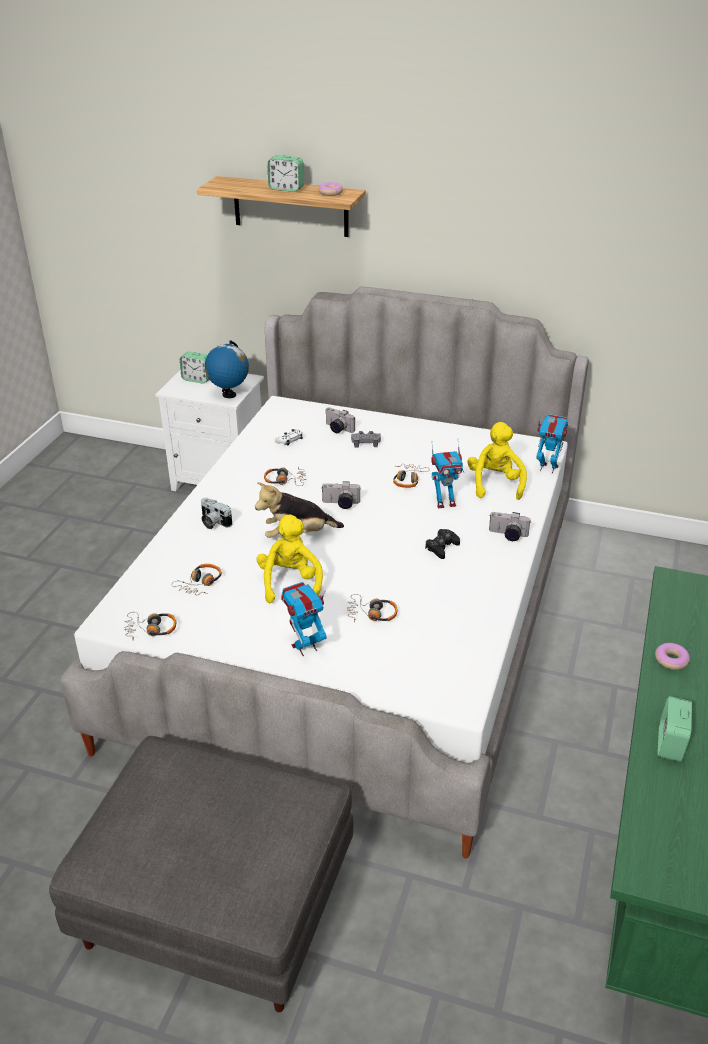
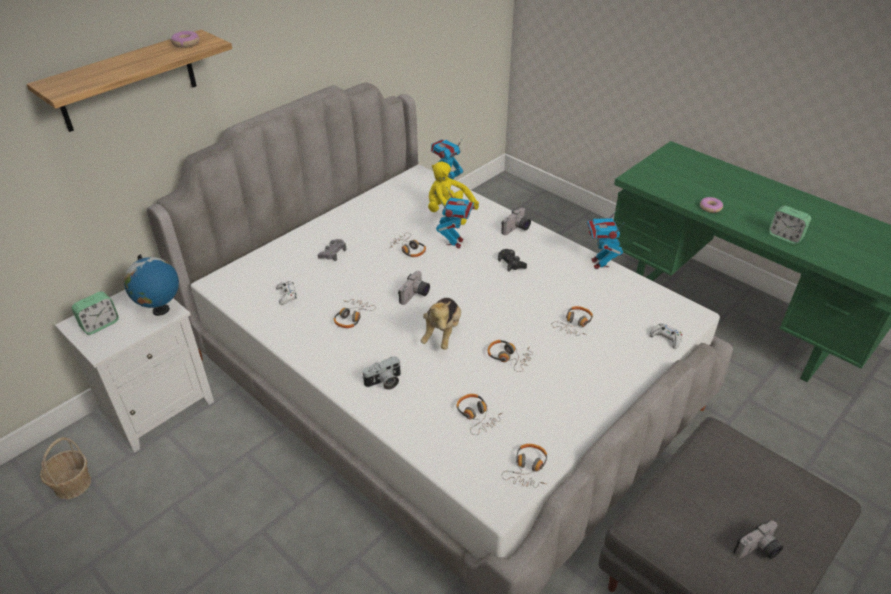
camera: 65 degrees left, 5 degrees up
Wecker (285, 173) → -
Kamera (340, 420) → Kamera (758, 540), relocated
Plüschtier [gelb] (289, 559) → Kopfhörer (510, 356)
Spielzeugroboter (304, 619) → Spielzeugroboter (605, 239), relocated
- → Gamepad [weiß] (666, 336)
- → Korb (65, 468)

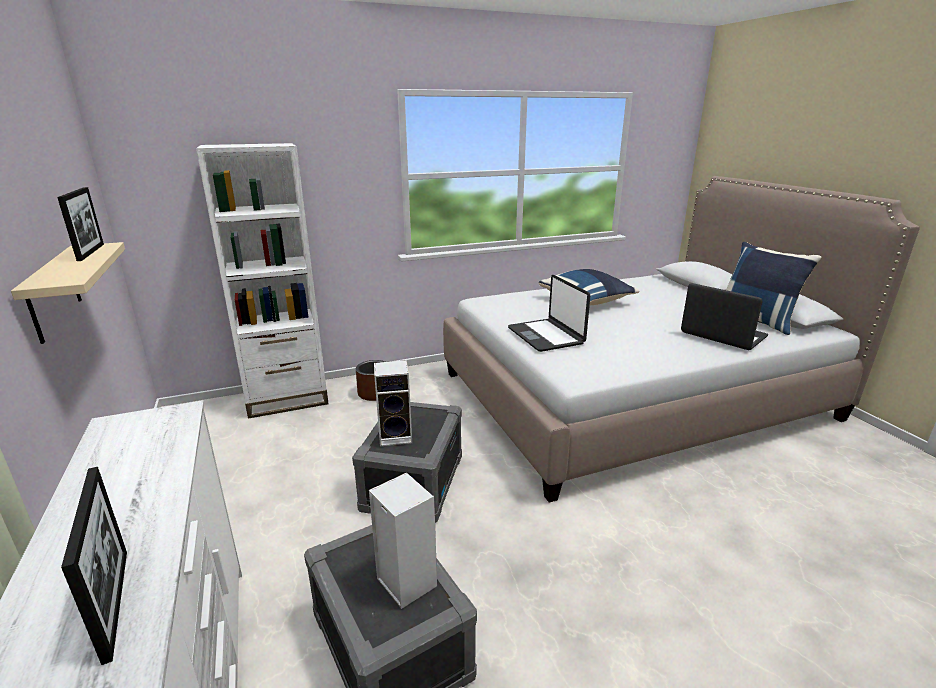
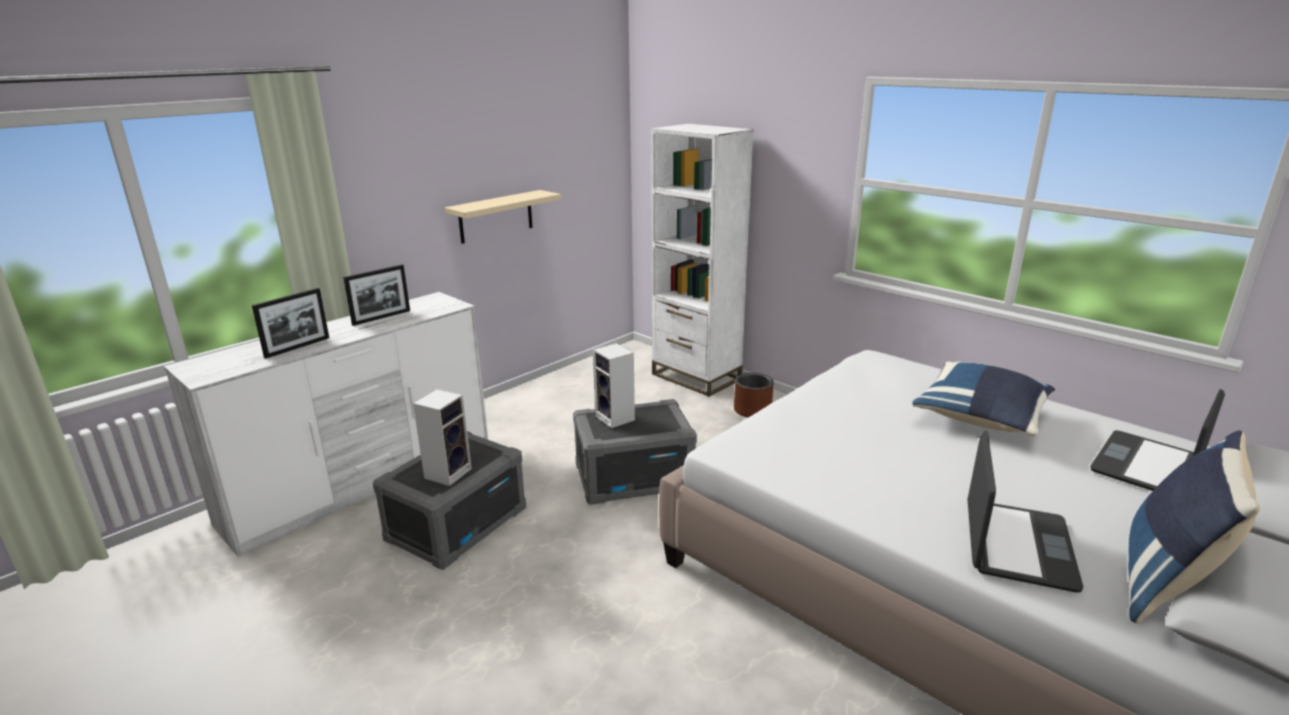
camera: 65 degrees right, 0 degrees up
Bilderrahmen (80, 224) → Bilderrahmen (376, 295), relocated
Laptop (549, 313) → Laptop (1157, 440), relocated

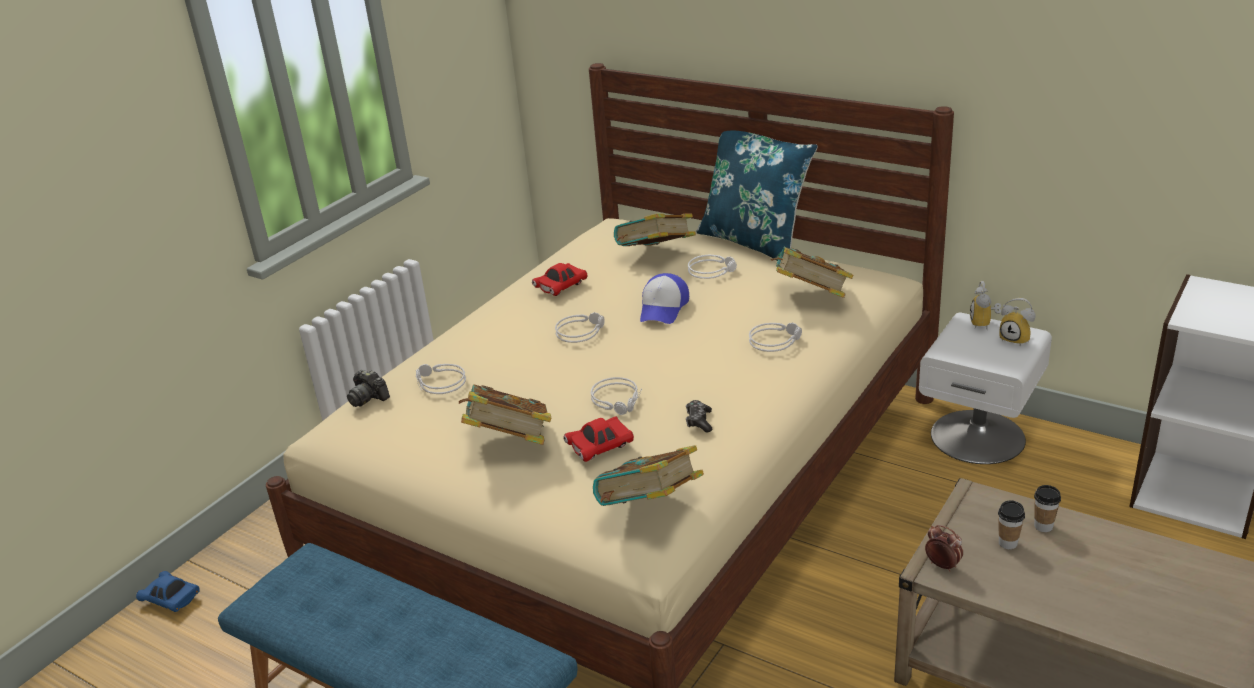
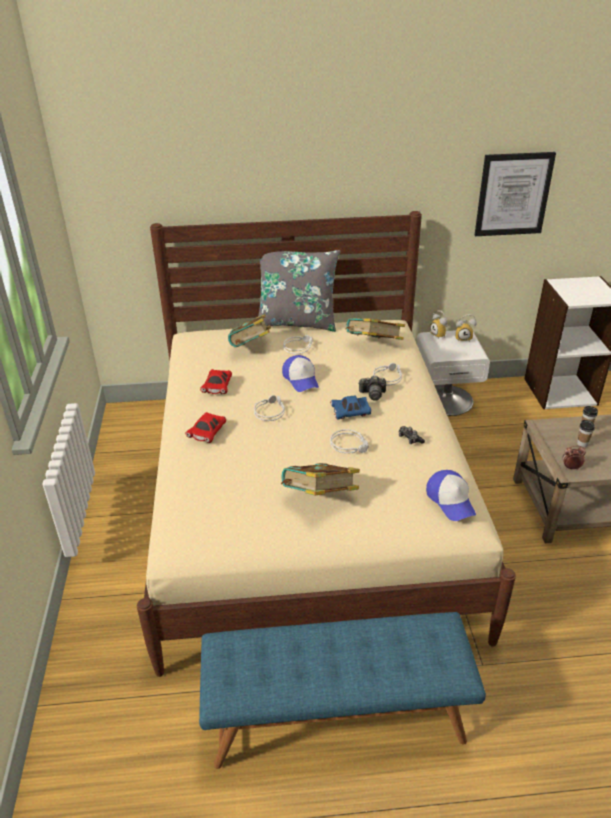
camera: 40 degrees left, 5 degrees up
Kissen [blau] (757, 196) → Kissen [grau] (299, 291)
Kopfhörer [grau] (441, 379) → -
Kamera (368, 388) → Kamera (372, 388), relocated
Spielzeugauto [rot] (598, 439) → Spielzeugauto [rot] (205, 427), relocated
Buch (648, 475) → Kappe (451, 495)
Spielzeugauto [blau] (168, 591) → Spielzeugauto [blau] (350, 407), relocated
- → Bild (515, 194)

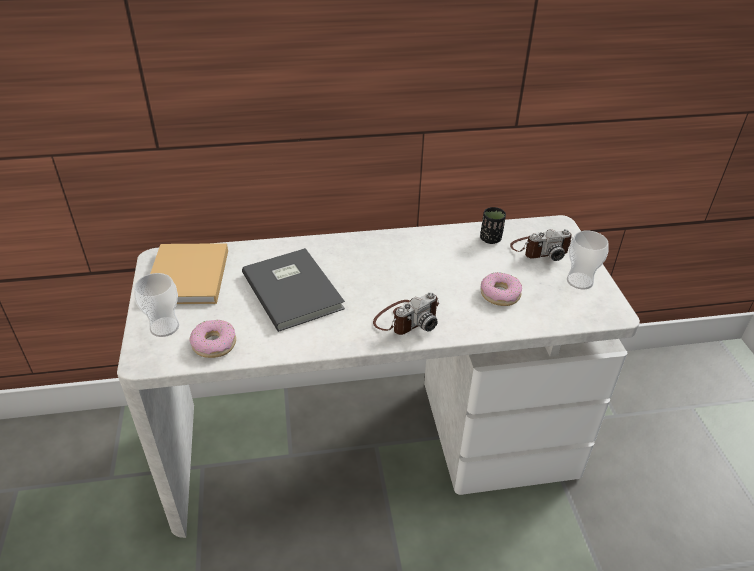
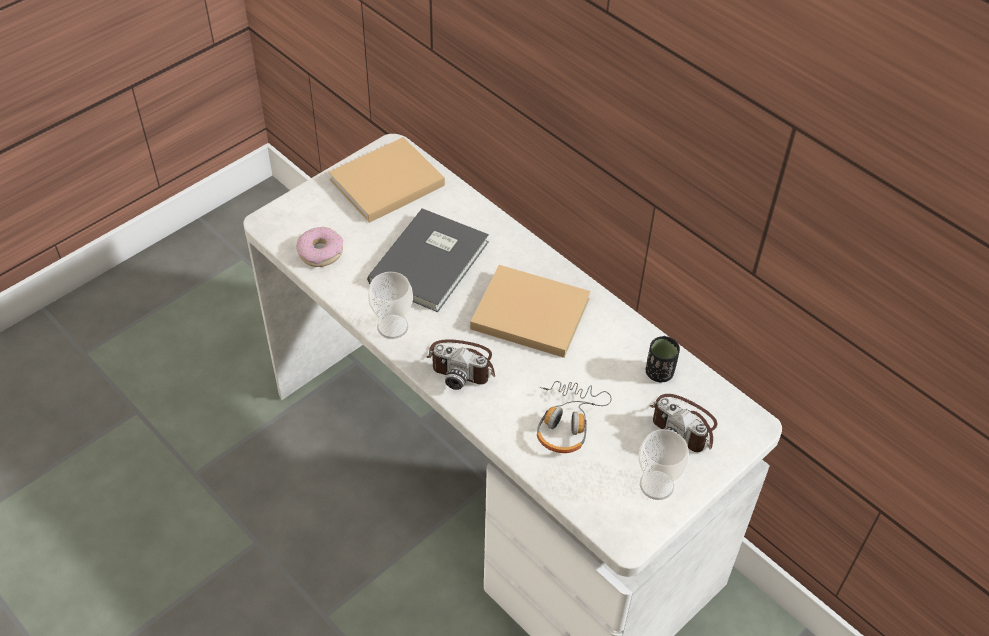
camera: 55 degrees right, 10 degrees up
Donut (501, 289) → Kopfhörer (574, 417)
Tasse (156, 305) → Tasse (390, 305), relocated
- → Buch [beige] (530, 311)

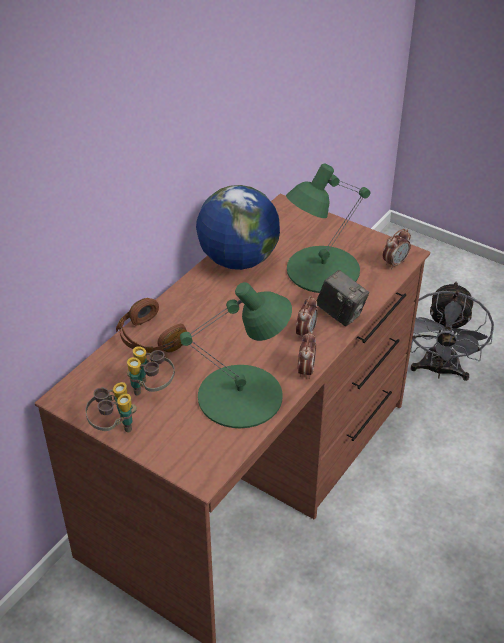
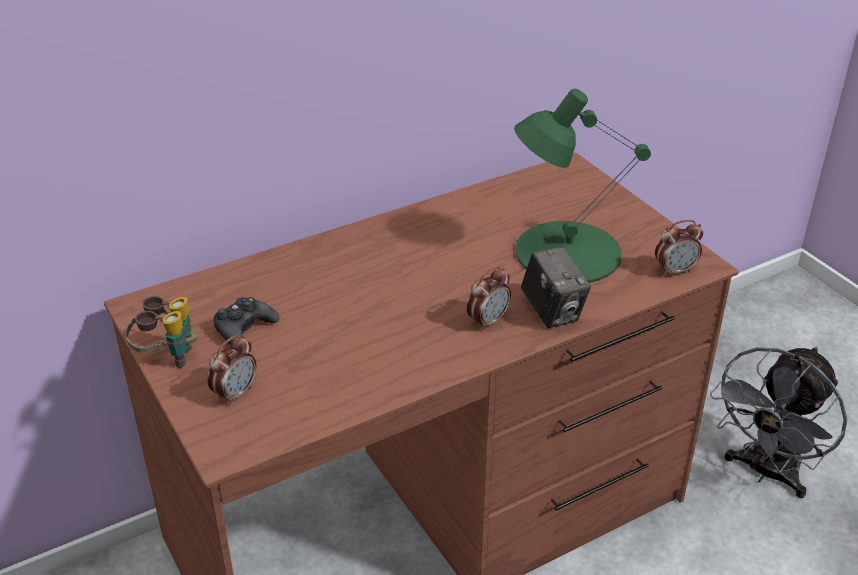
camera: 25 degrees right, 5 degrees down
Globus (238, 227) → -
Tischlampe [grün] (236, 355) → -
Kopfhörer [braun] (151, 325) → -
Wecker (307, 355) → Wecker (231, 370), relocated
Fernglas (151, 371) → Gamepad [schwarz] (246, 320)

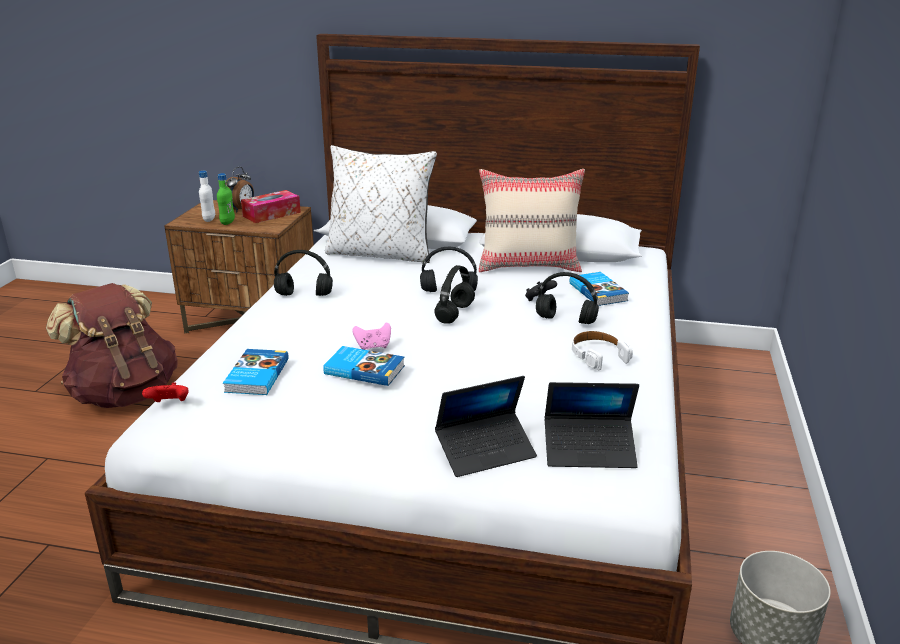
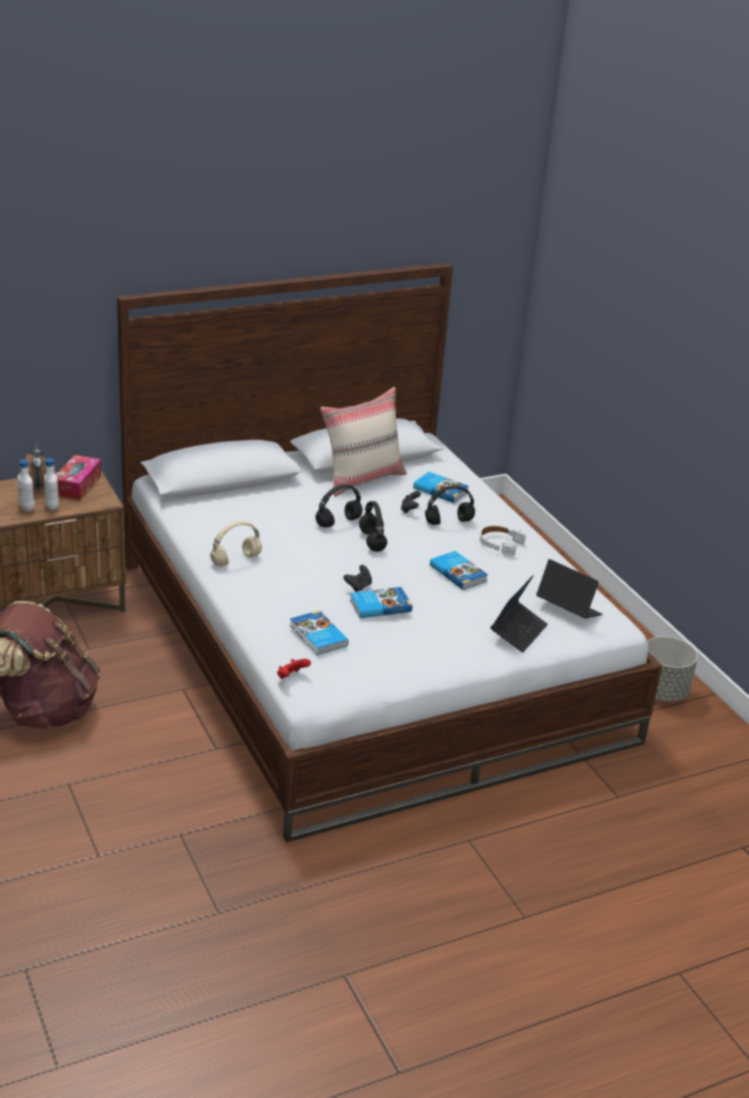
camera: 40 degrees left, 5 degrees up
Kissen [weiß] (381, 204) → -
Flasche [grün] (226, 199) → Flasche [weiß] (51, 484)
Kopfhörer [schwarz] (303, 273) → Kopfhörer [beige] (236, 543)
Gamepad [rosa] (371, 336) → Gamepad [schwarz] (358, 578)
Laptop (592, 425) → Laptop (569, 589), 105 degrees counterclockwise
- → Buch (459, 570)

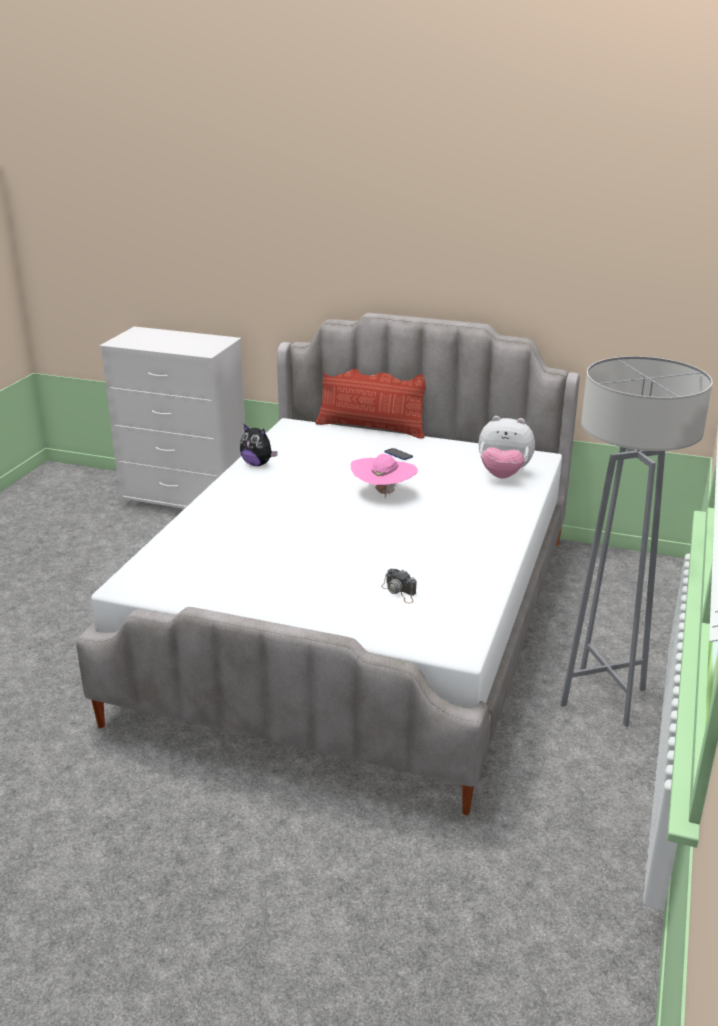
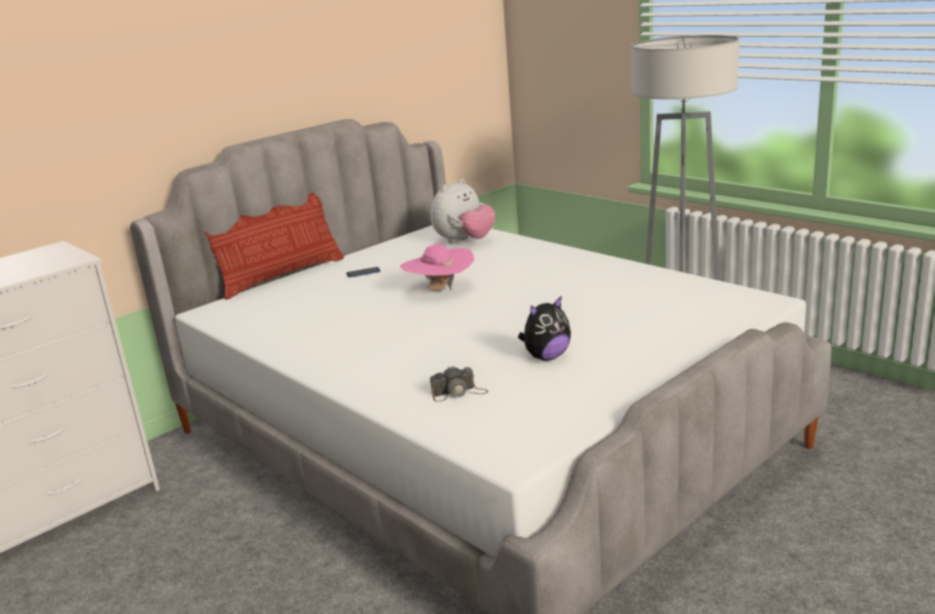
camera: 60 degrees left, 5 degrees down
Plüschtier (259, 445) → Plüschtier (544, 328), relocated
Kamera (398, 586) → Kamera (459, 384), relocated

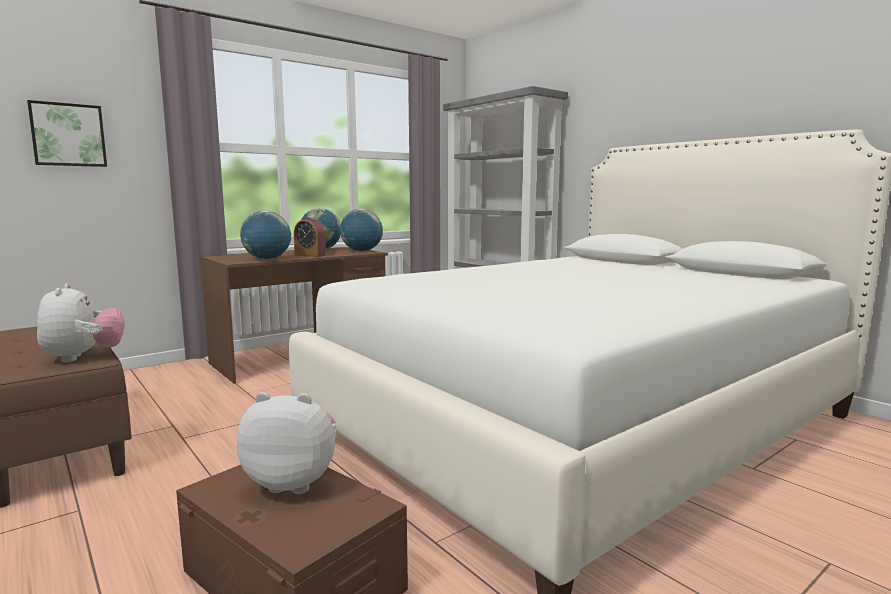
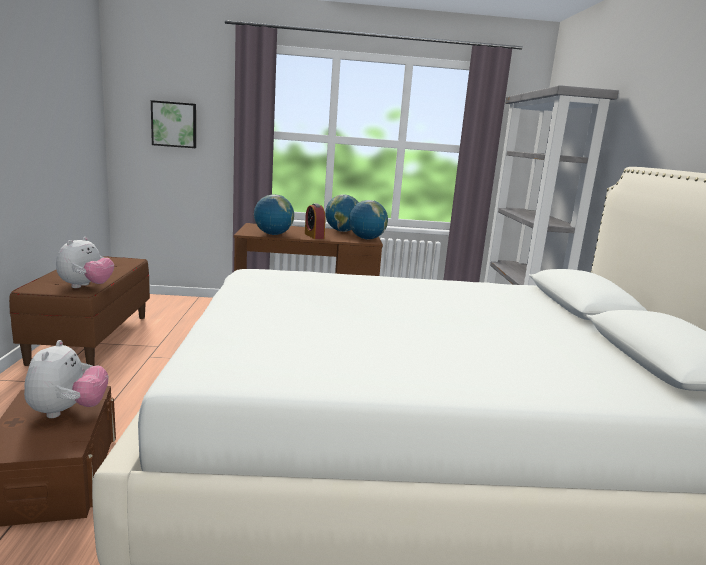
camera: 35 degrees right, 5 degrees up
Plüschtier (287, 443) → Plüschtier (66, 379), 45 degrees clockwise

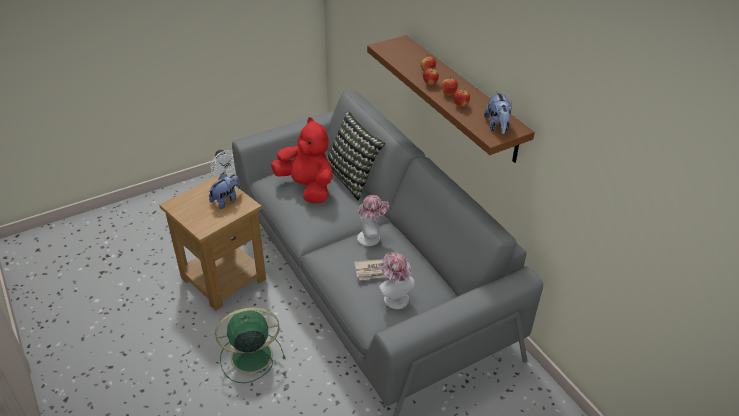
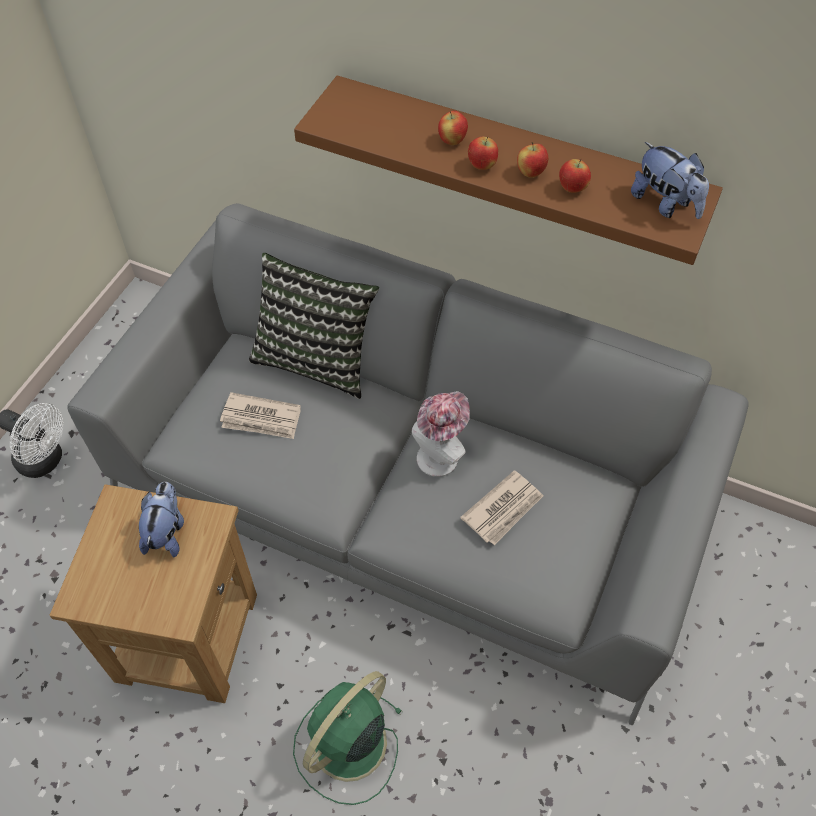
camera: 35 degrees left, 15 degrees up
Plüschtier [rot] (302, 160) → Zeitung (260, 415)
Hut (397, 280) → -

